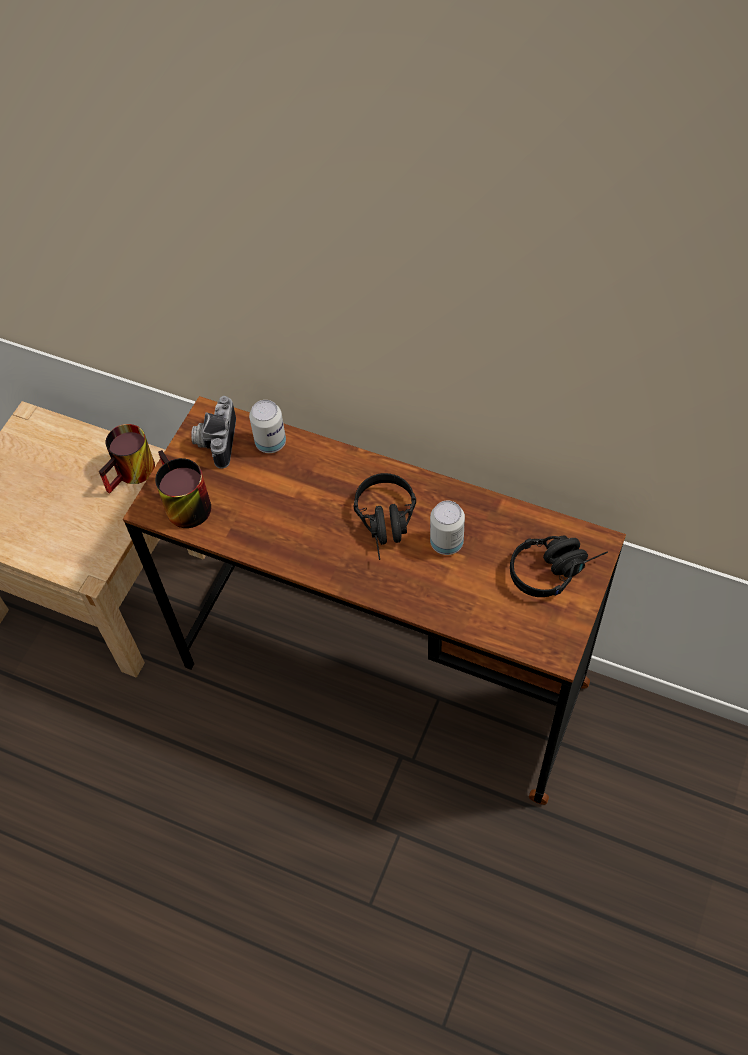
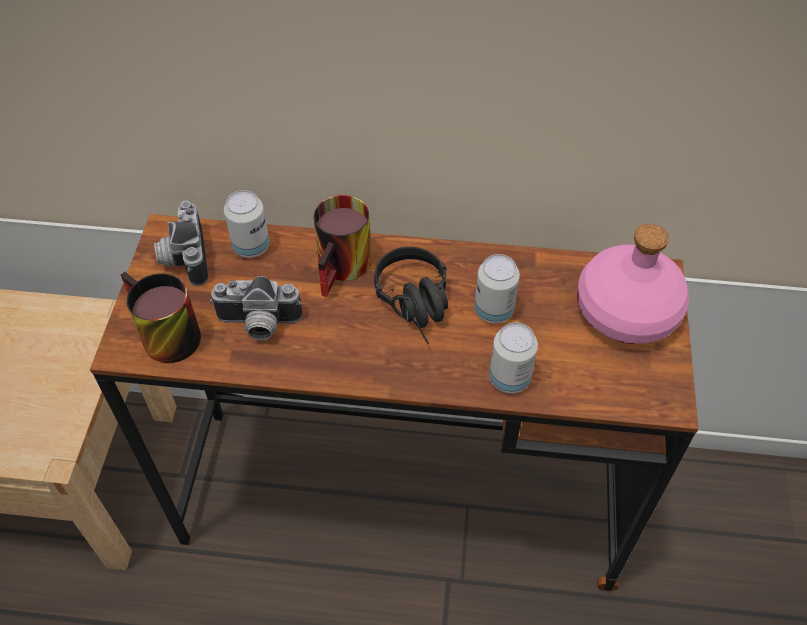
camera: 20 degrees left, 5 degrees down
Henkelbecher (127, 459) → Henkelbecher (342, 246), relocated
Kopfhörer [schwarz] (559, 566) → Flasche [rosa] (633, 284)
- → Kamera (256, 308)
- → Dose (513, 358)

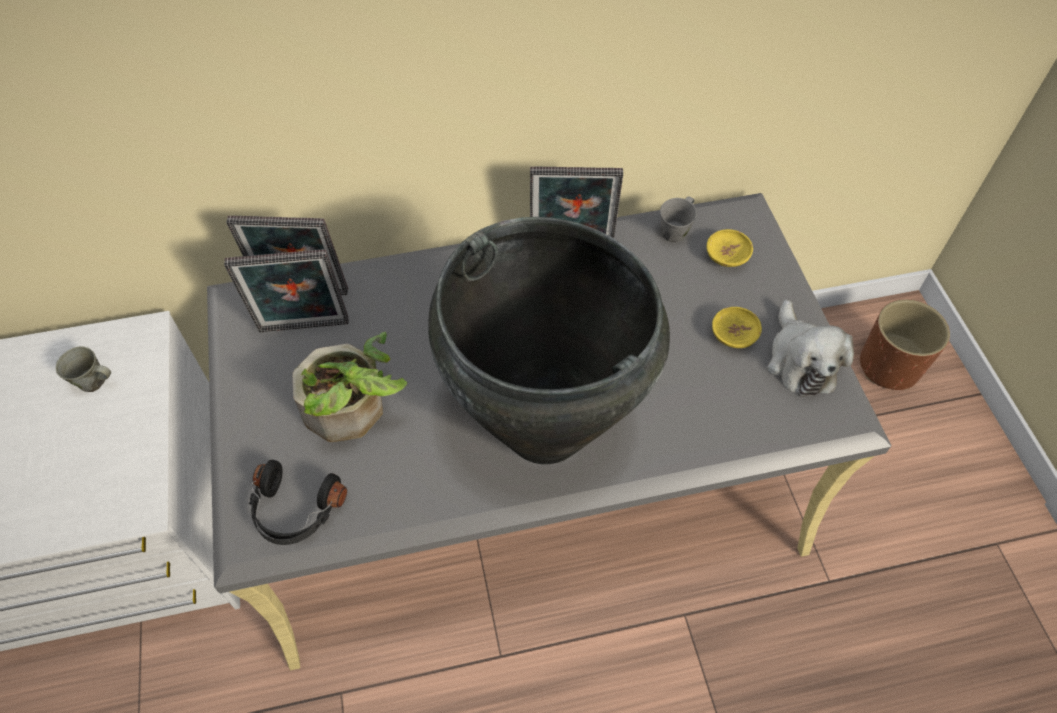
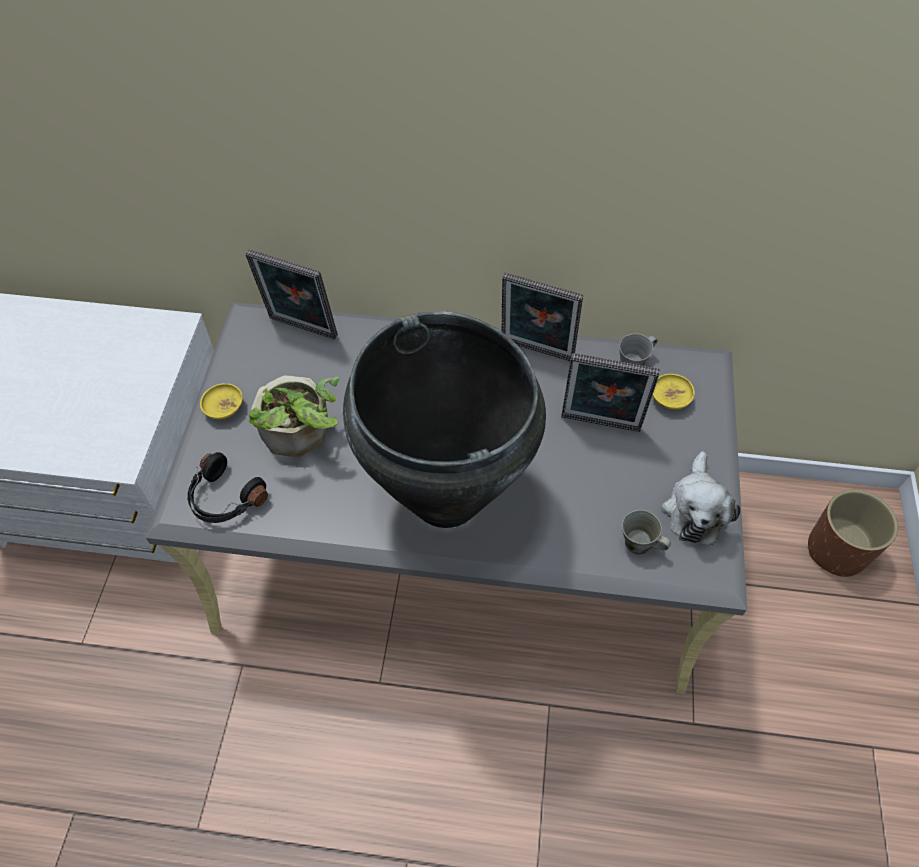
camera: 20 degrees right, 0 degrees up
Bilderrahmen (286, 290) → Bilderrahmen (610, 392), relocated
Schüssel [gelb] (737, 327) → Schüssel [gelb] (221, 401), relocated
Henkelbecher [grau] (83, 369) → Henkelbecher [grau] (646, 532), relocated

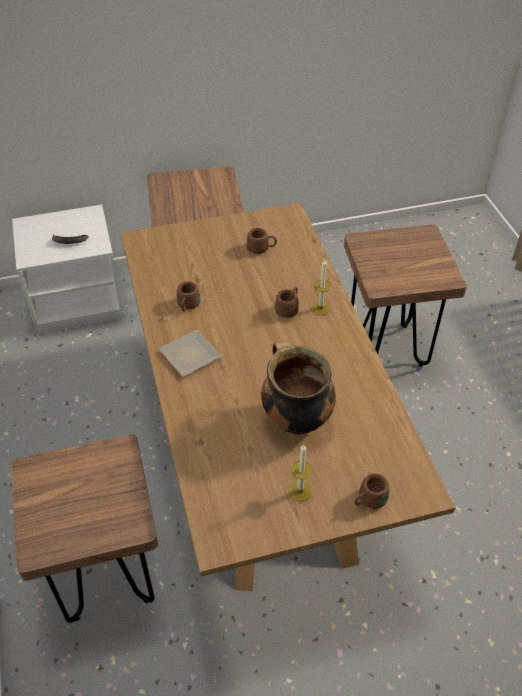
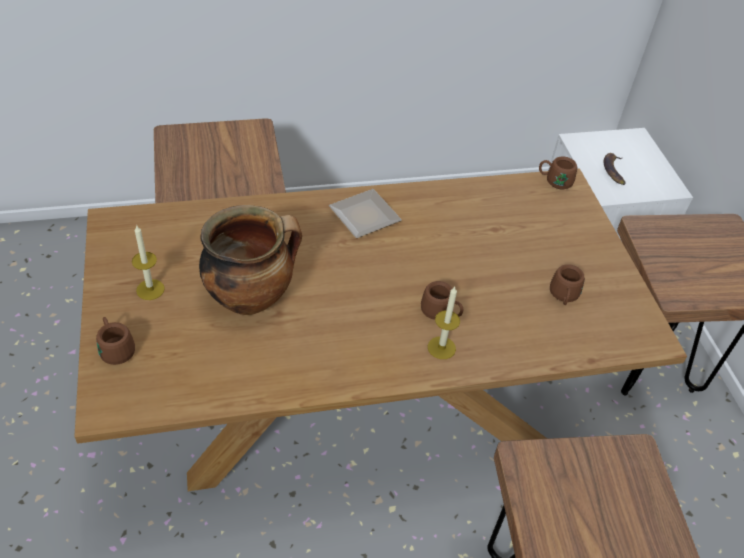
camera: 90 degrees right, 0 degrees up
Henkelbecher [braun] (189, 296) → Henkelbecher [braun] (558, 172), relocated

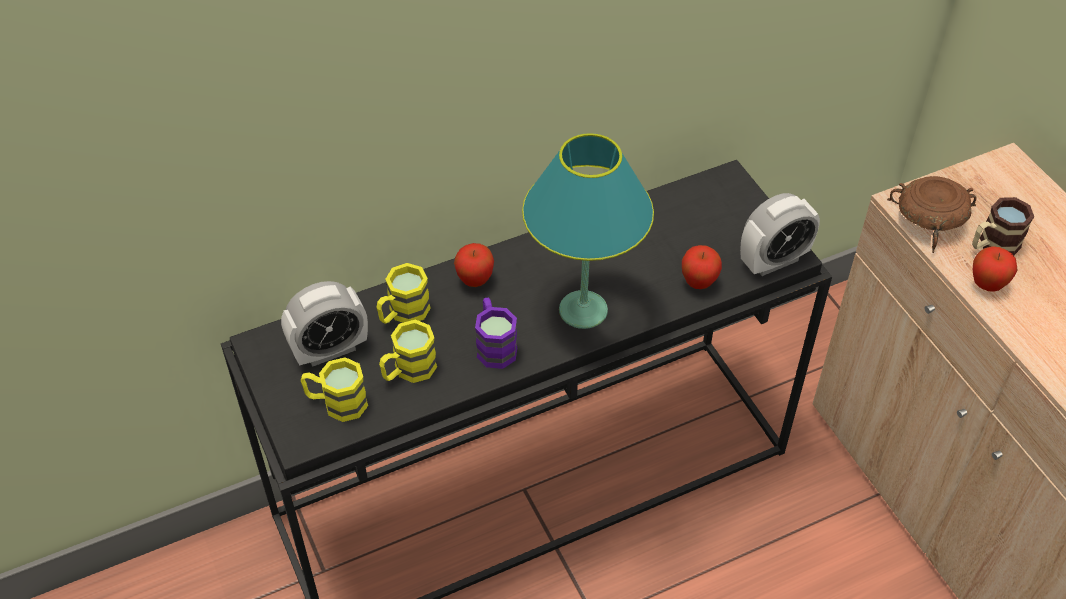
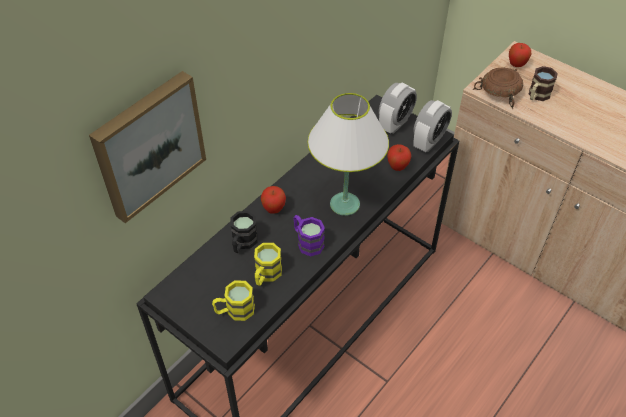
camera: 25 degrees left, 0 degrees up
Tischlampe [türkis] (588, 231) → Tischlampe [weiß] (348, 154)
Apfel (995, 269) → Apfel (520, 55), relocated
Henkelbecher [gelb] (403, 293) → Henkelbecher [schwarz] (244, 232)
Wecker (324, 324) → Wecker (398, 108), relocated
- → Bild (147, 147)

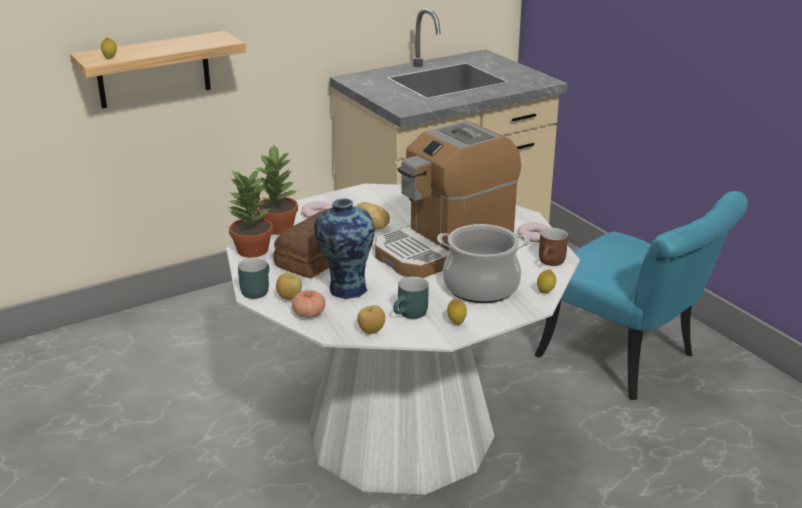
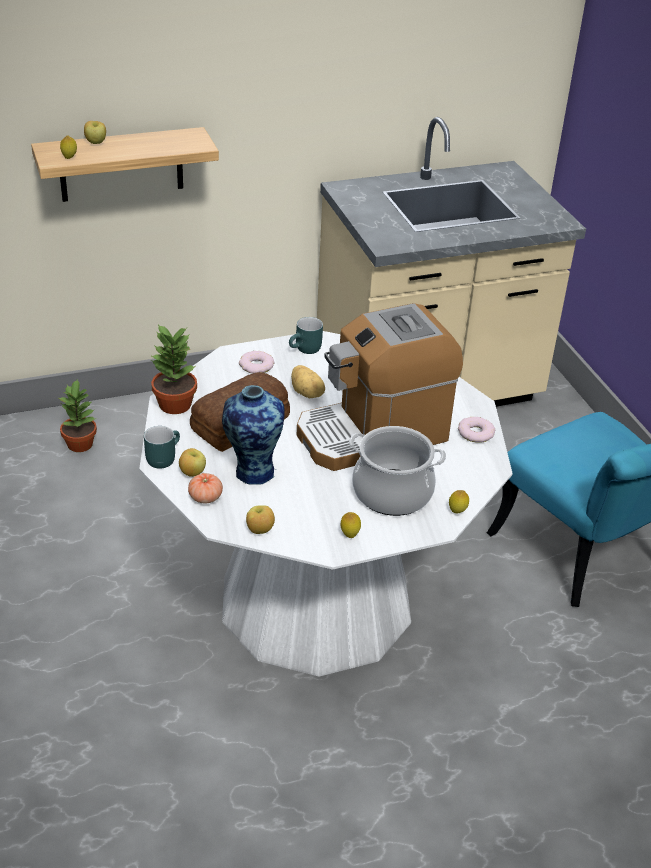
camera: 10 degrees right, 10 degrees up
Topfpflanze (276, 190) → Topfpflanze (78, 416), relocated
Henkelbecher [braun] (553, 247) → -
Henkelbecher [türkis] (411, 297) → Henkelbecher [türkis] (306, 335), relocated
- → Apfel (95, 132)

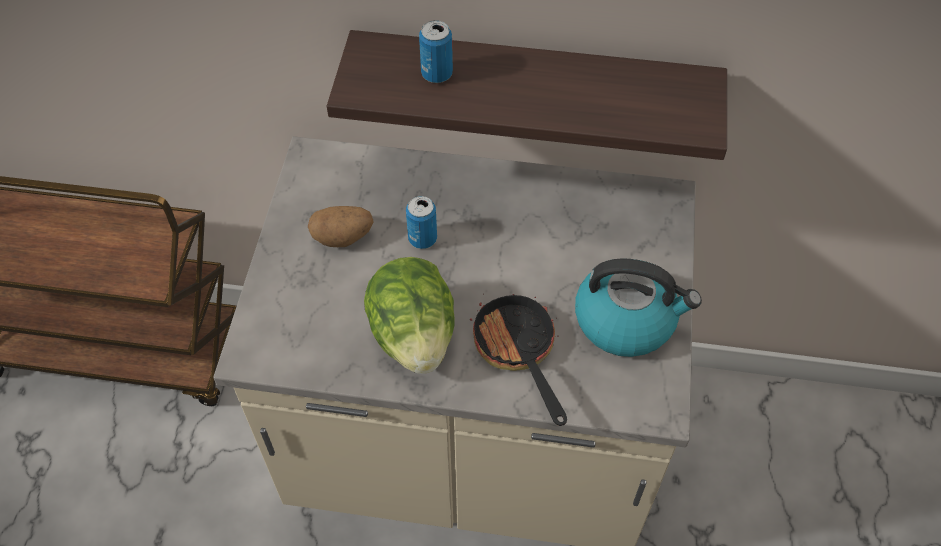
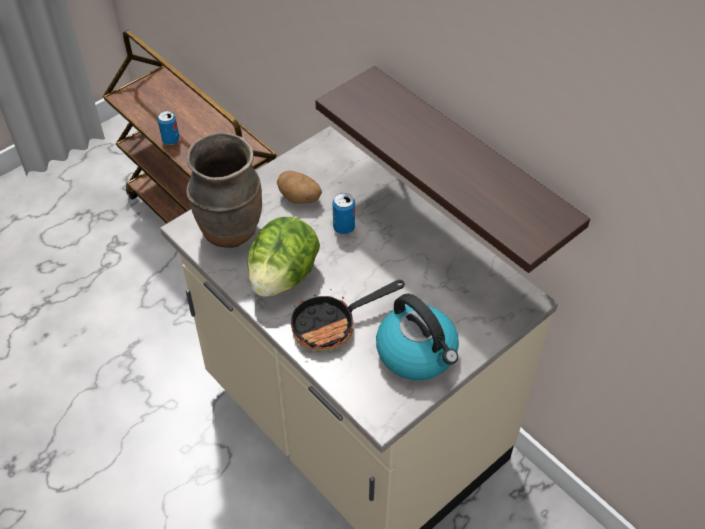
camera: 40 degrees right, 5 degrees down
Dose (436, 51) → Dose (168, 128), relocated
Pfanne (518, 360) → Pfanne (348, 315), 135 degrees counterclockwise
- → Vase [braun] (224, 190)

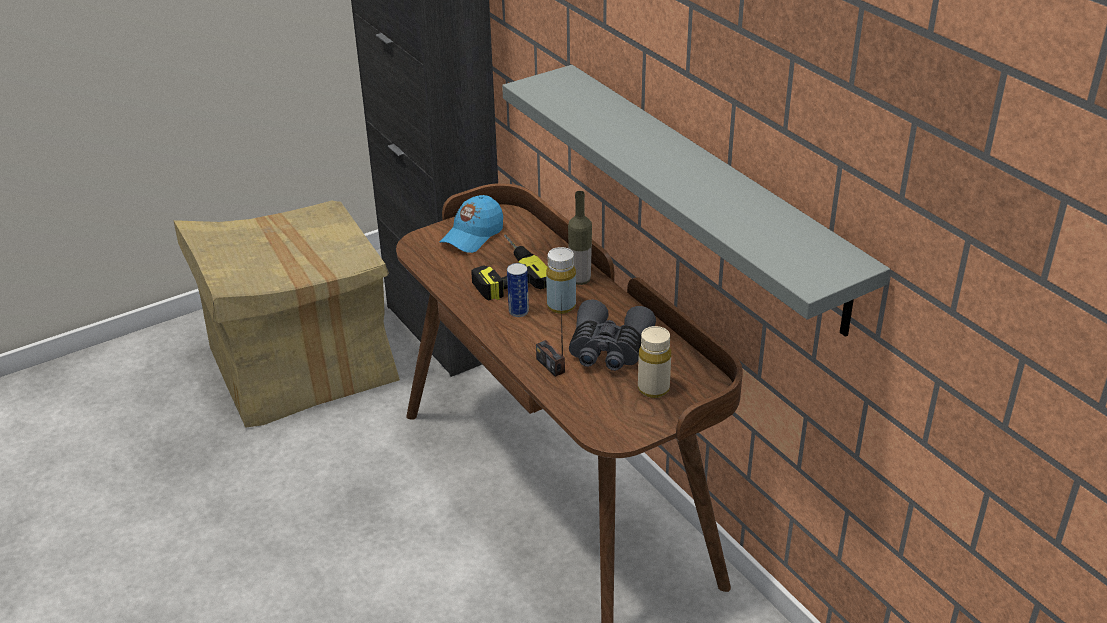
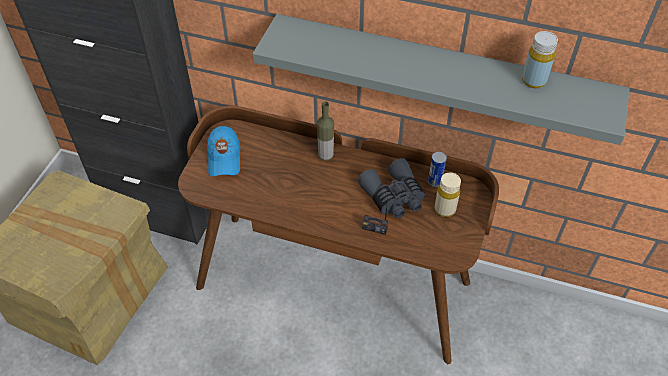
camera: 40 degrees left, 15 degrees up
Bohrmaschine (509, 267) → -
Flasche [gelb] (561, 280) → Flasche [gelb] (540, 59), relocated
Dose (518, 290) → Dose (437, 169), relocated

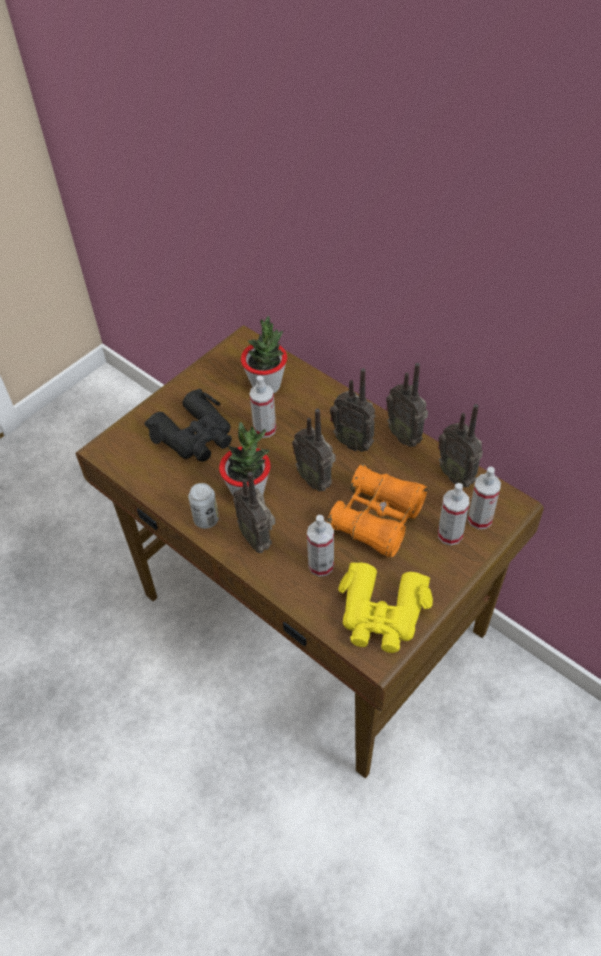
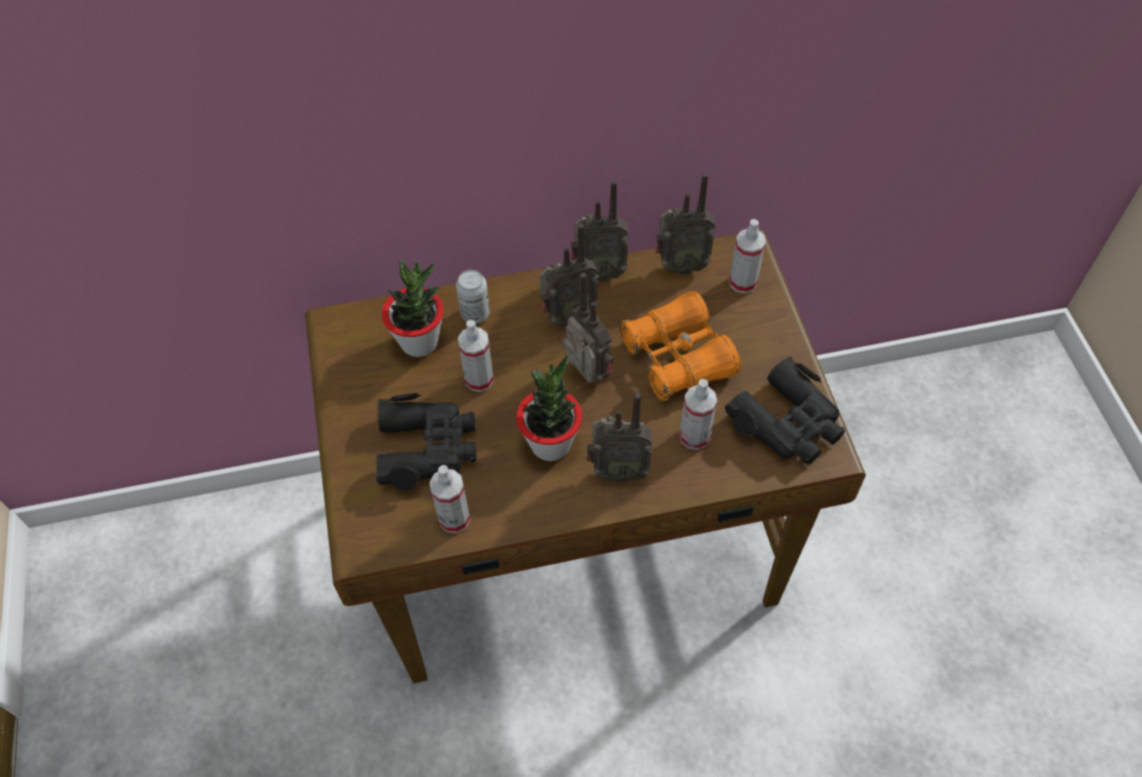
camera: 55 degrees left, 5 degrees up
Radio (314, 450) → Radio (588, 328), 120 degrees counterclockwise
Dose (203, 506) → Dose (473, 296), relocated
Sprühflasche (453, 514) → Sprühflasche (449, 499), relocated
Fernglas [gelb] (385, 607) → Fernglas [schwarz] (785, 410)

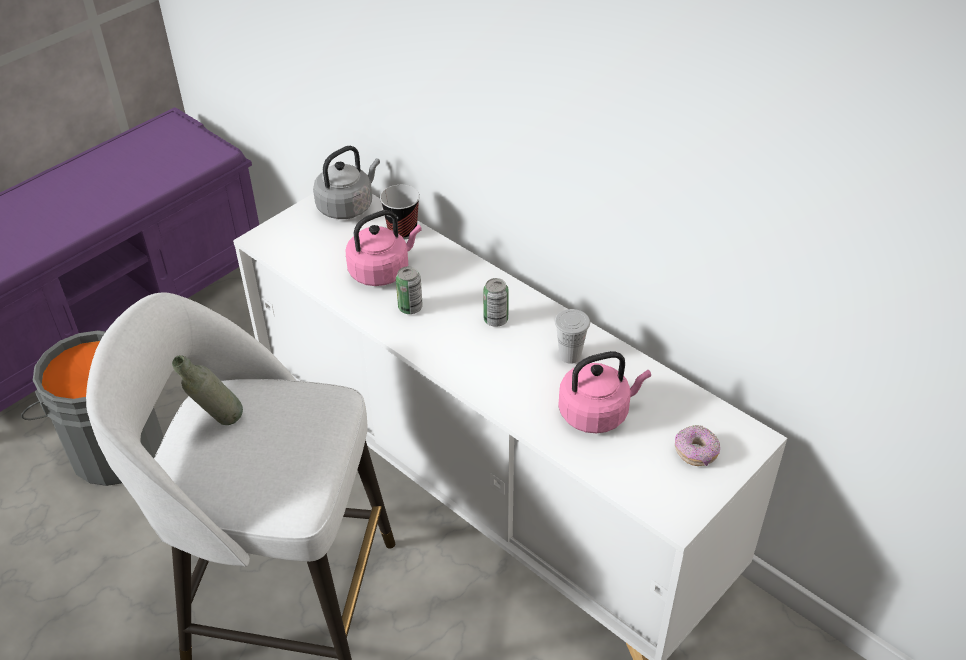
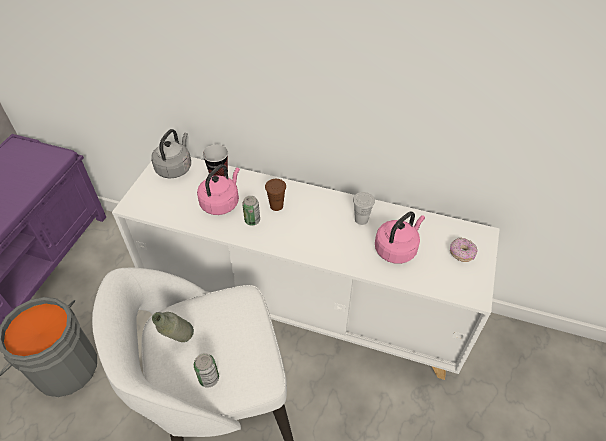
camera: 25 degrees left, 5 degrees up
Dose (496, 302) → Dose (206, 370), relocated
- → Tasse [braun] (275, 195)

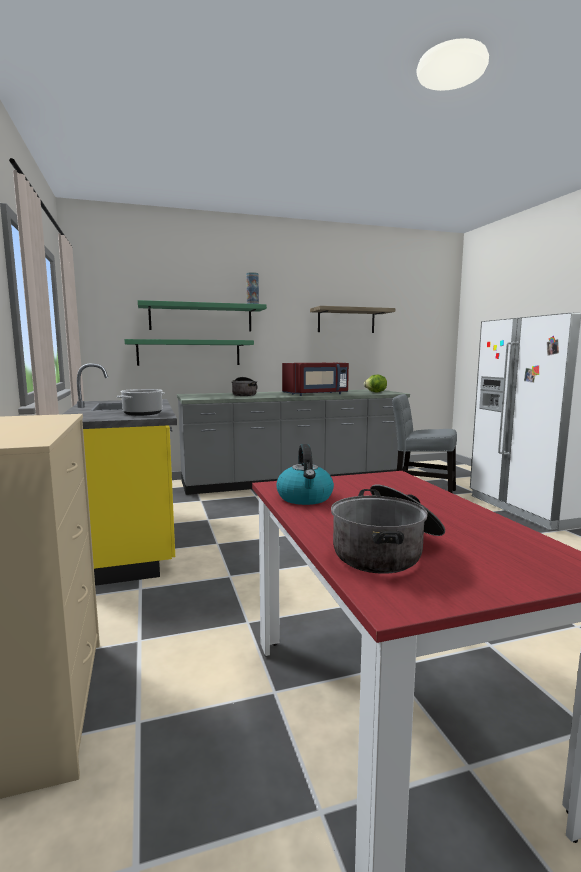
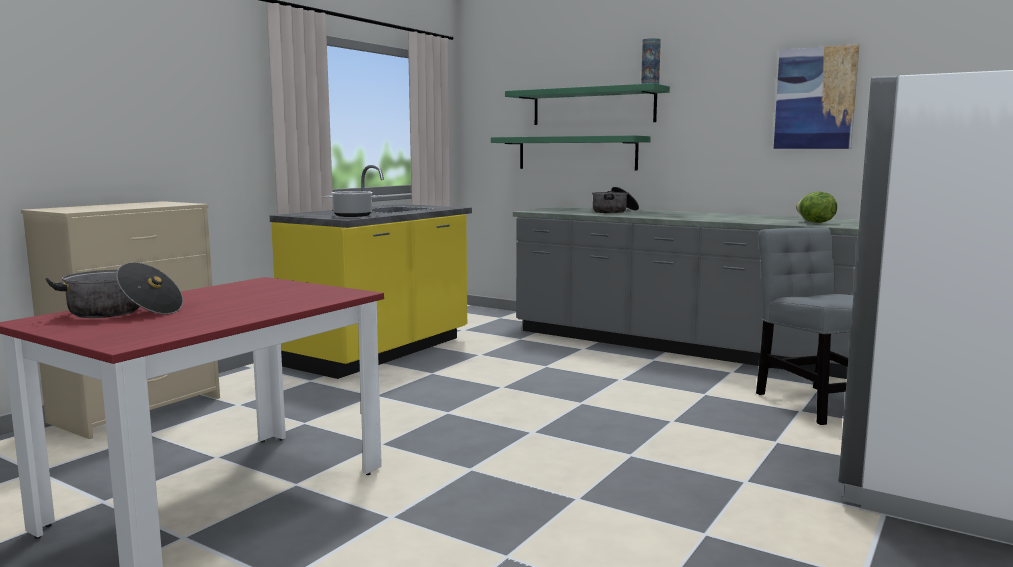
camera: 50 degrees right, 0 degrees up
Wandregal (352, 319) → Bild (816, 96)
Mikrowelle [rot] (315, 379) → -
Wasserkessel (305, 474) → -

